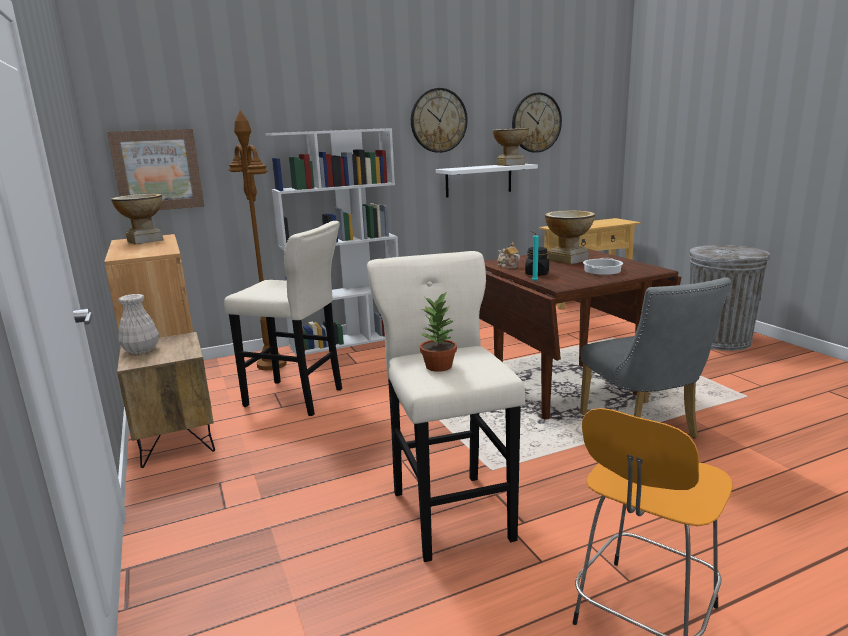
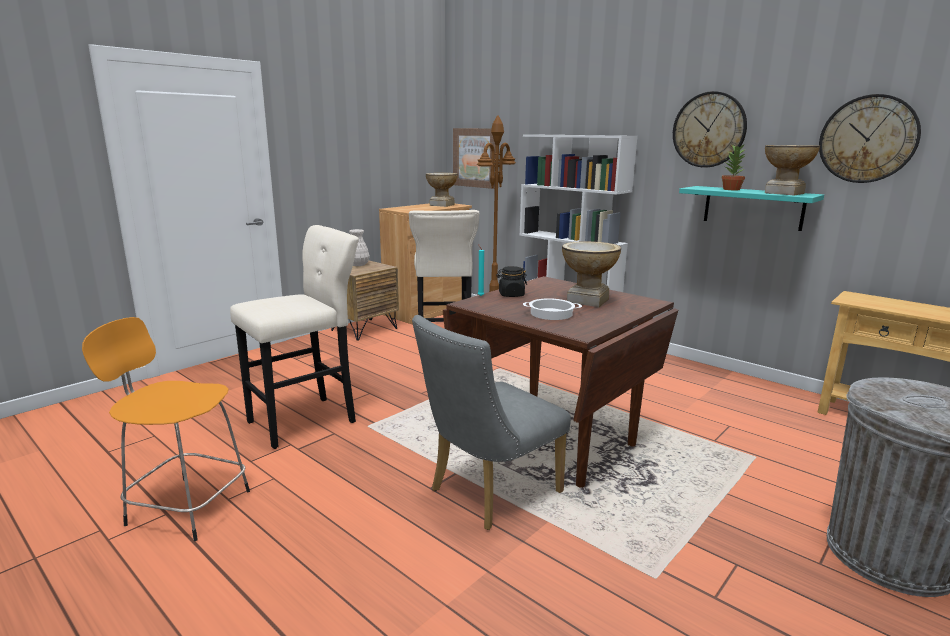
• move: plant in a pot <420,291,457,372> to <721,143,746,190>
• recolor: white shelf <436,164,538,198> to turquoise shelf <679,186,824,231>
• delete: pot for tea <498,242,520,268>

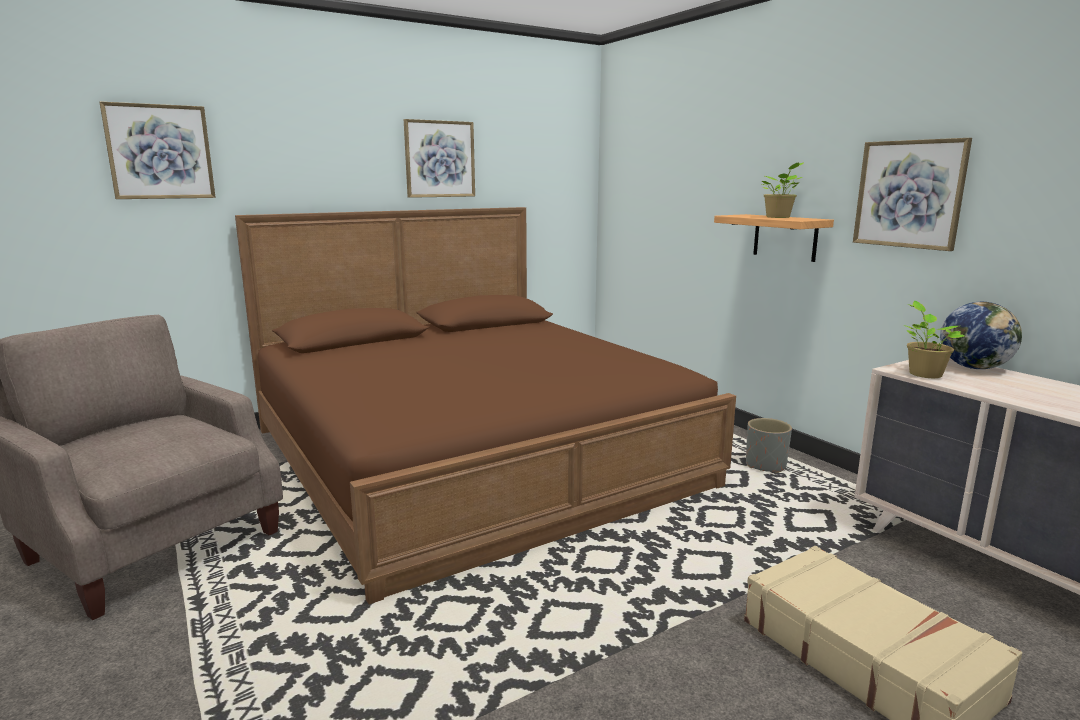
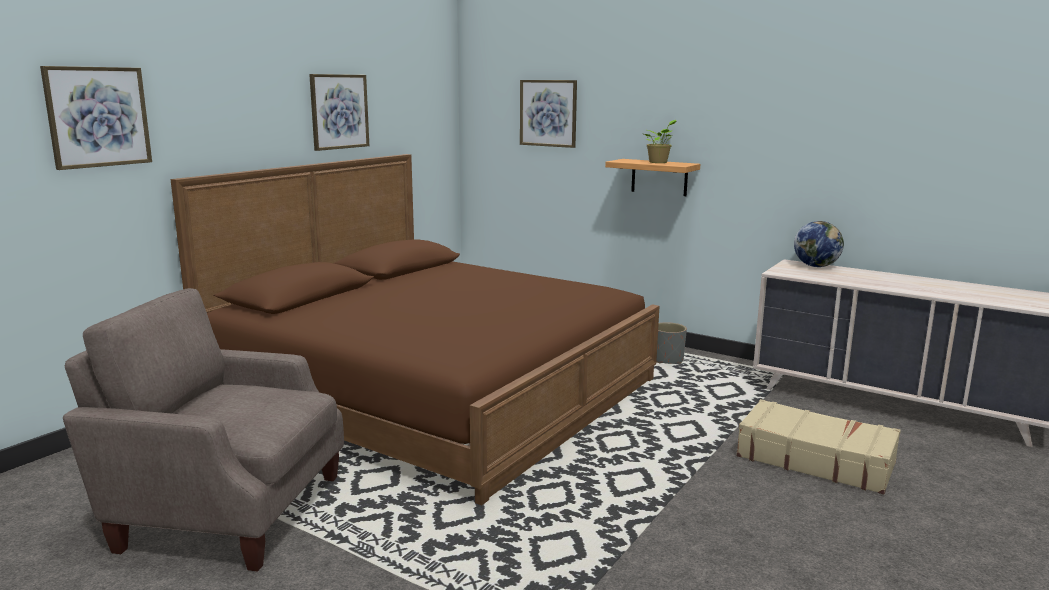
• move: wall picture <853,138,972,251> to <520,80,577,148>
• delete: plant in a pot <904,301,964,378>

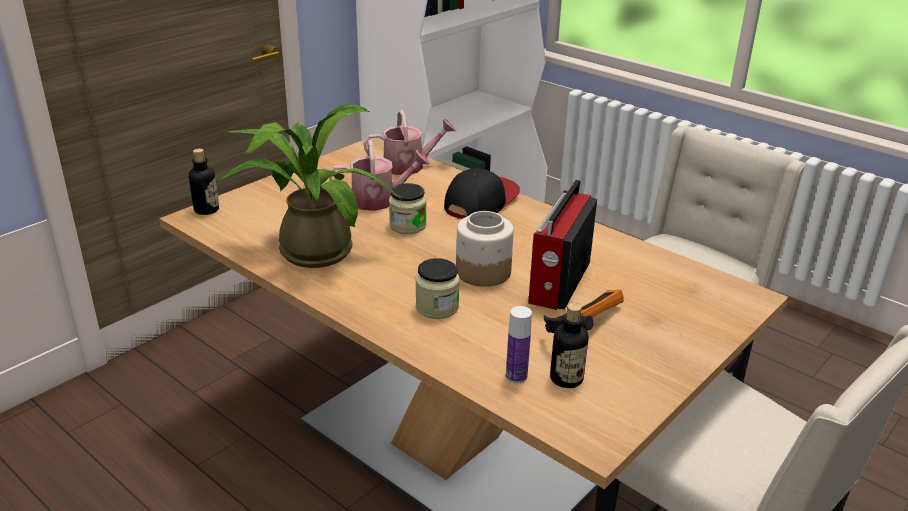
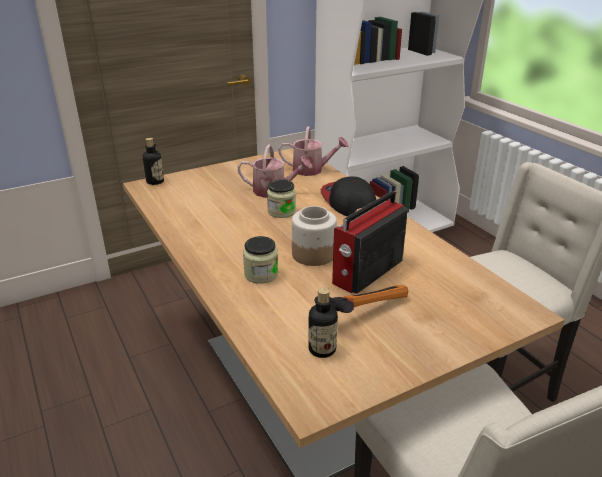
• delete: plant in a pot <217,104,400,268>
• rotate: baseball cap <444,168,520,219> = <321,176,377,217> 75 degrees counterclockwise
• delete: bottle <506,306,532,383>

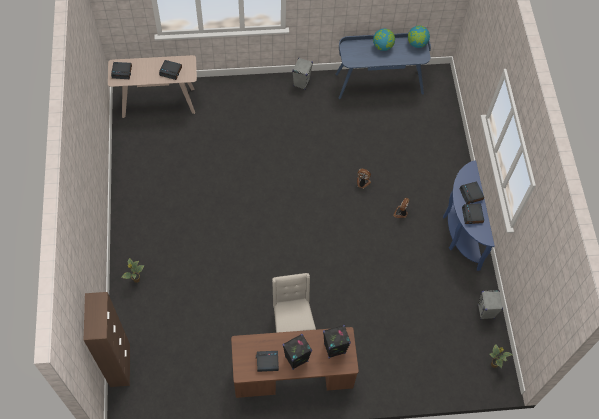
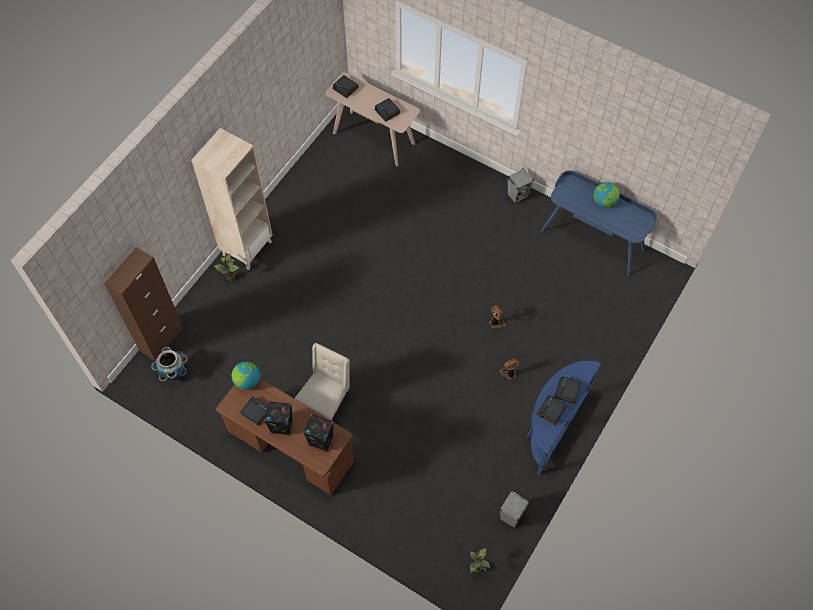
• move: desk globe <408,26,430,48> to <232,362,260,390>
• insert: planter <151,347,188,381>
• insert: beige-coloured shelving unit <191,128,273,270>

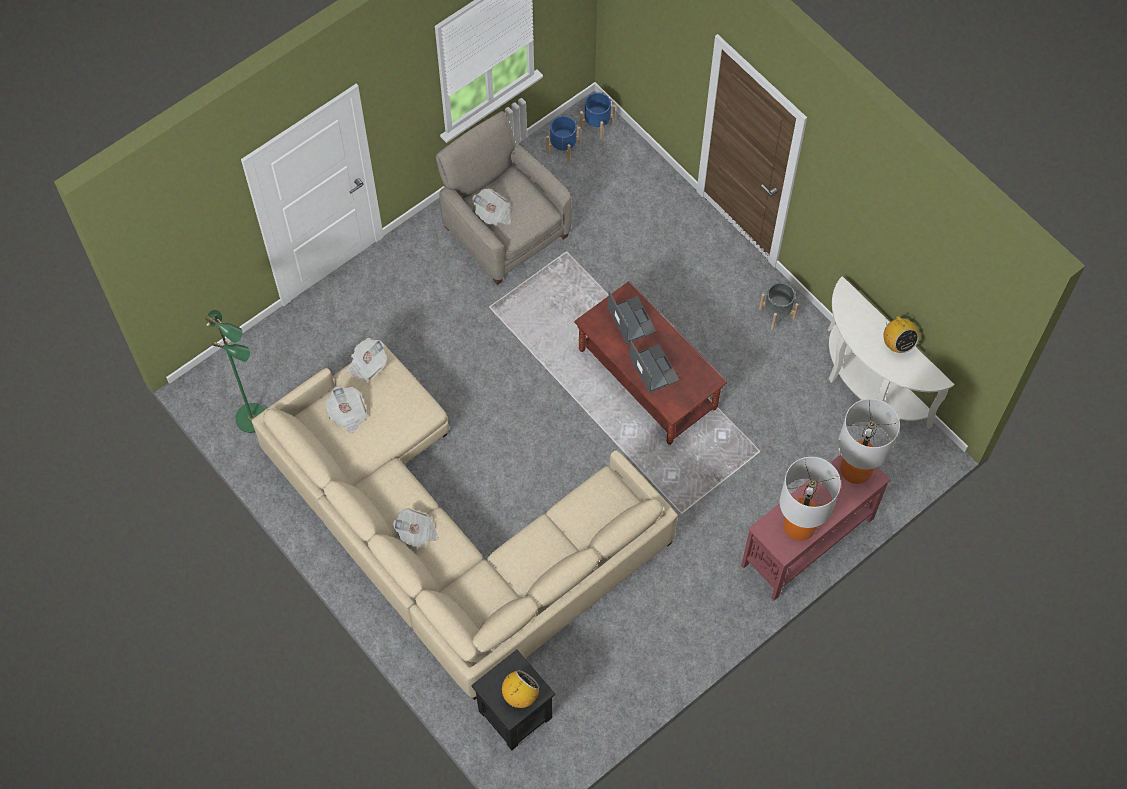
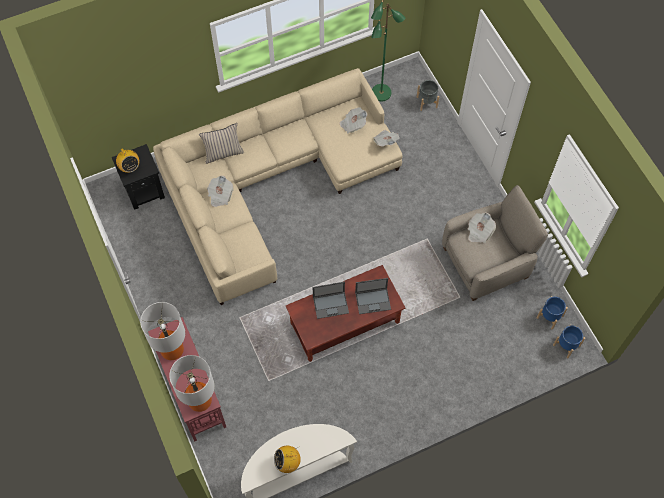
• move: printed paper <393,508,439,548> to <207,176,234,207>
• move: grey planter <759,283,799,330> to <417,80,439,111>
• insert: beige-coloured pillow <199,123,244,164>

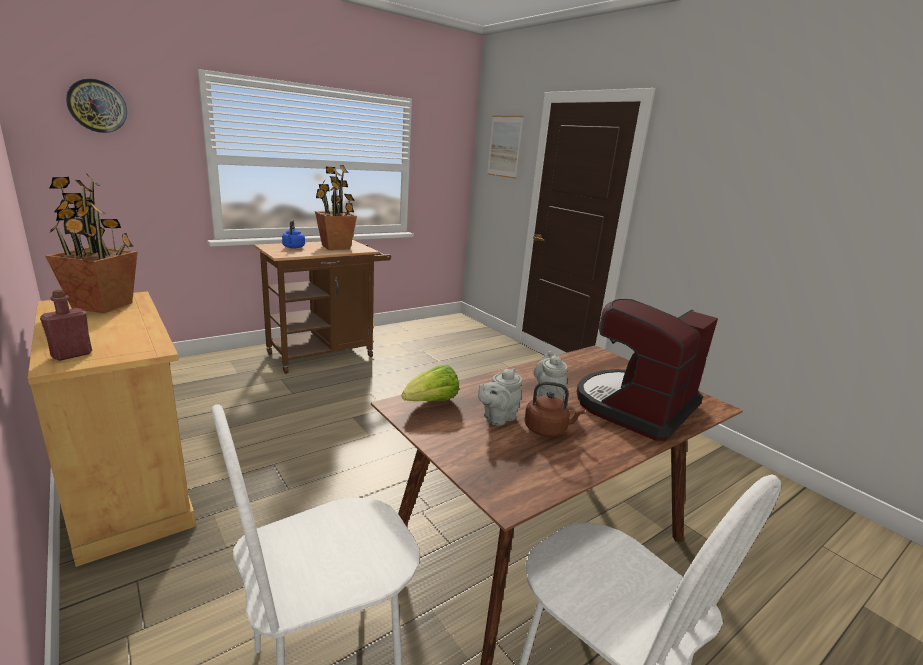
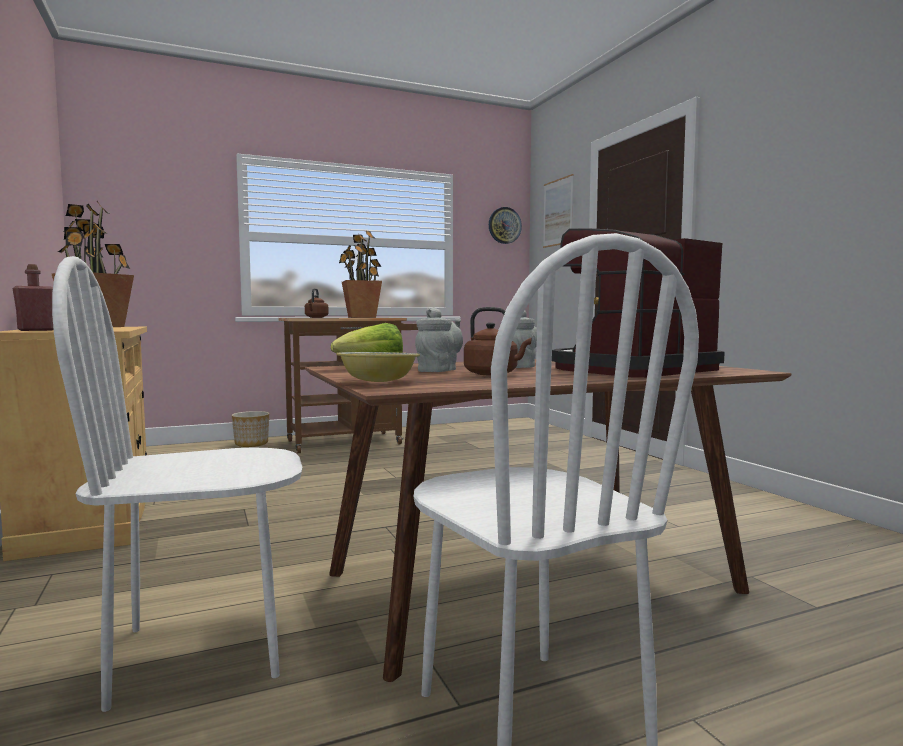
• move: clock on the wall <66,79,127,133> to <489,207,522,244>
• recolor: blue kettle <282,220,305,249> to brown-coloured kettle <305,288,329,318>
• rotate: grey pot for tea <478,368,523,426> = <415,307,463,372> 150 degrees clockwise
• insert: planter <232,411,269,447>
• insert: bowl <336,352,420,382>

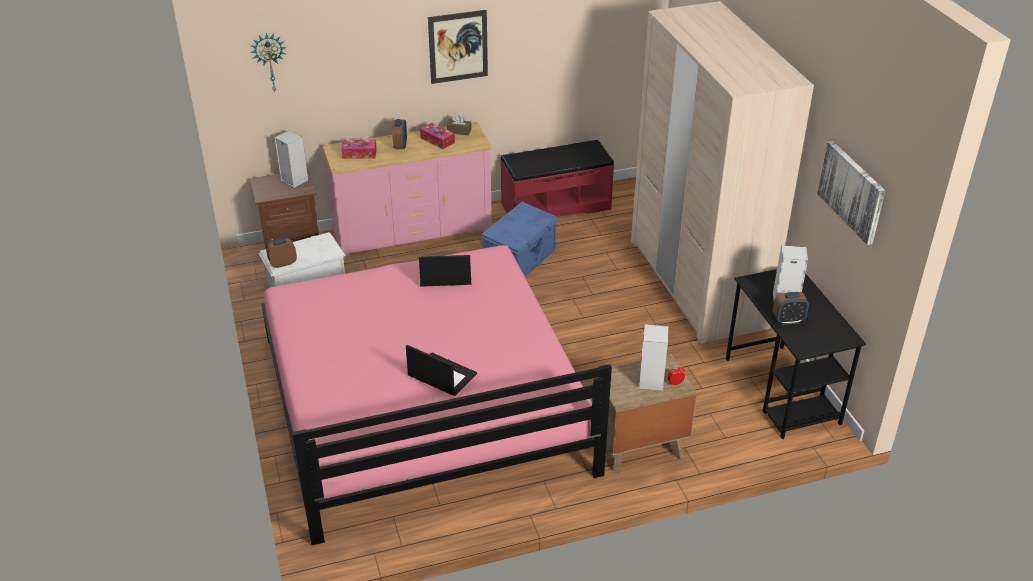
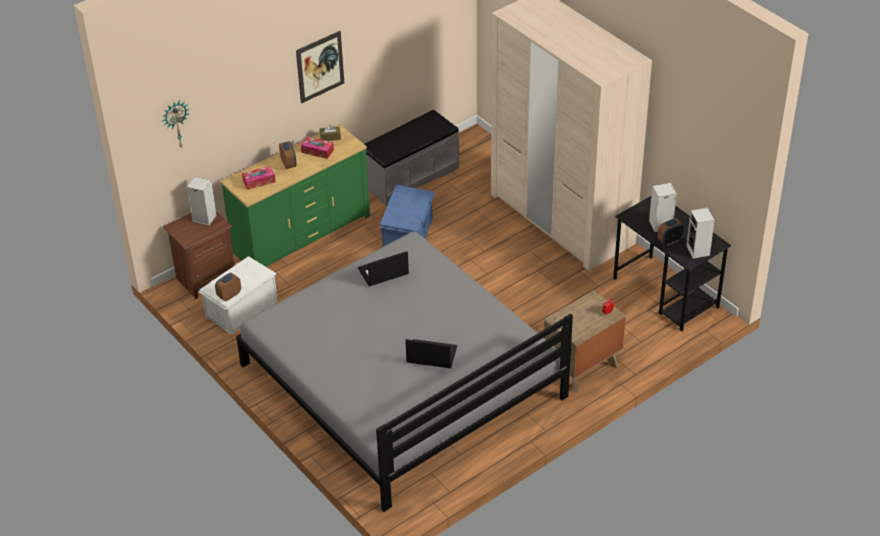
• recolor: pink-coloured sleeping bed <261,245,612,545> to grey sleeping bed <236,231,573,512>
• recolor: pink-coloured drawer chest <322,122,492,259> to green-coloured drawer chest <220,124,370,267>
• recolor: red long seat <500,140,614,217> to grey long seat <365,110,459,206>
• move: loudspeaker <639,324,669,391> to <686,208,715,259>
• delete: wall picture <817,141,885,245>

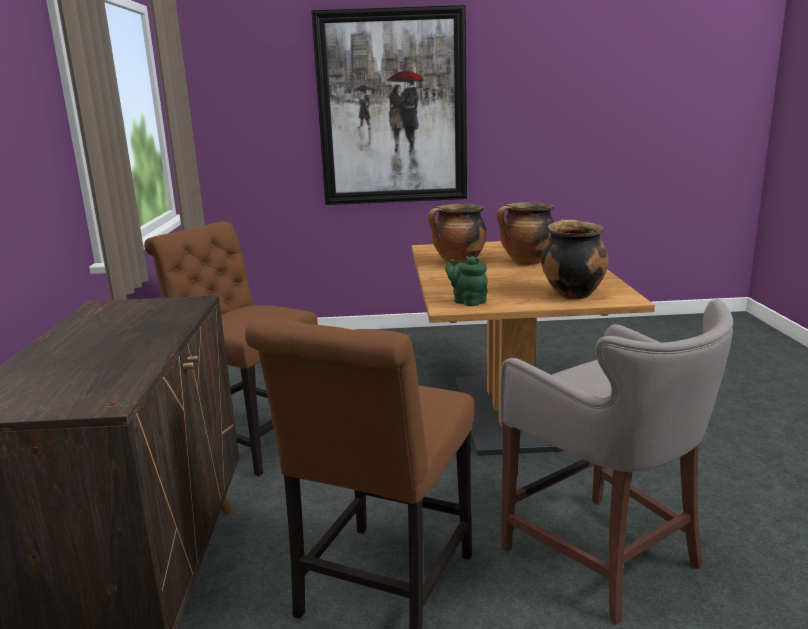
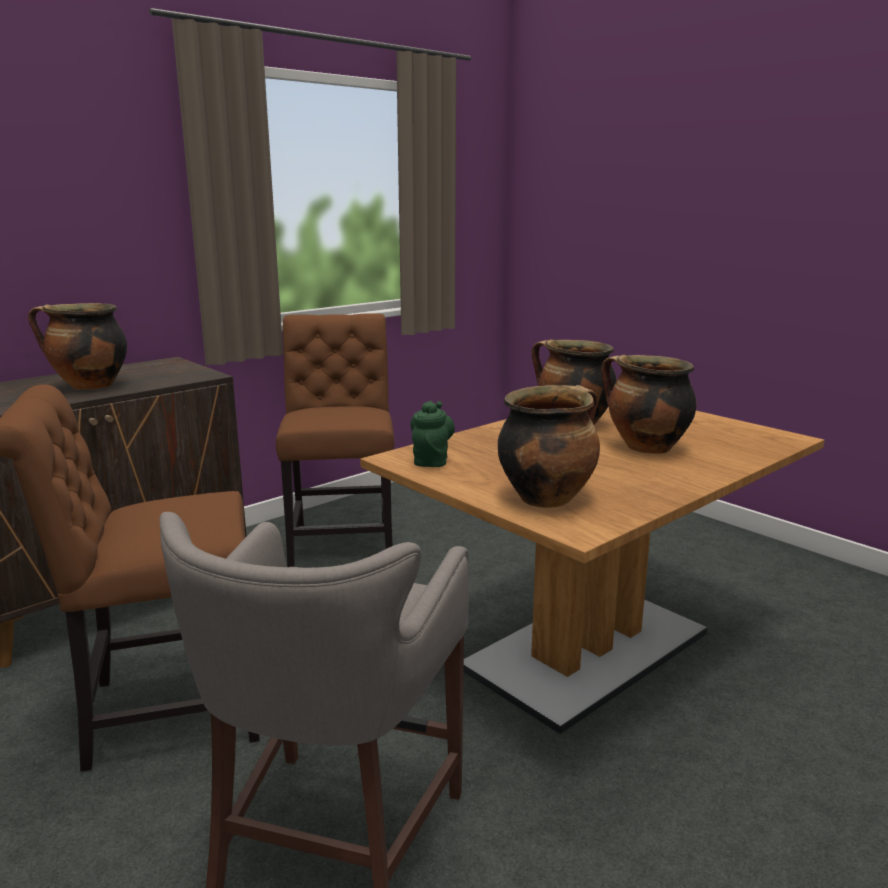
• delete: wall picture <311,5,467,205>
• insert: saucepot <28,303,127,390>

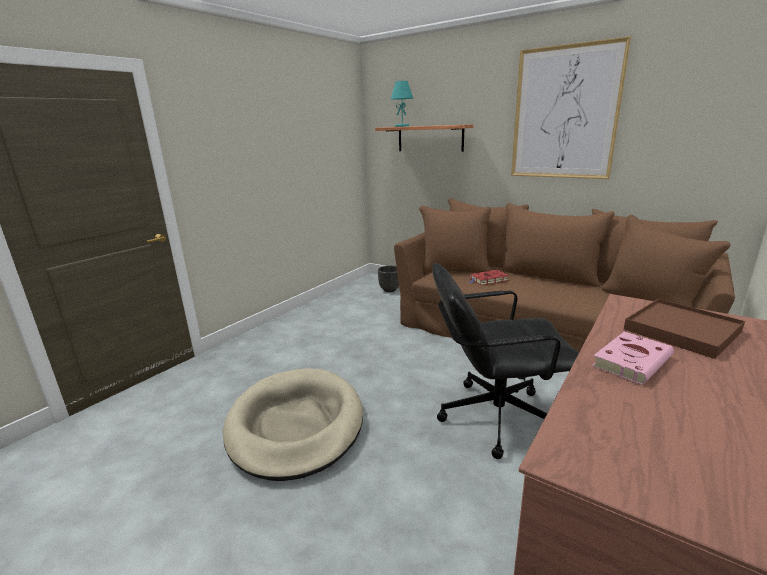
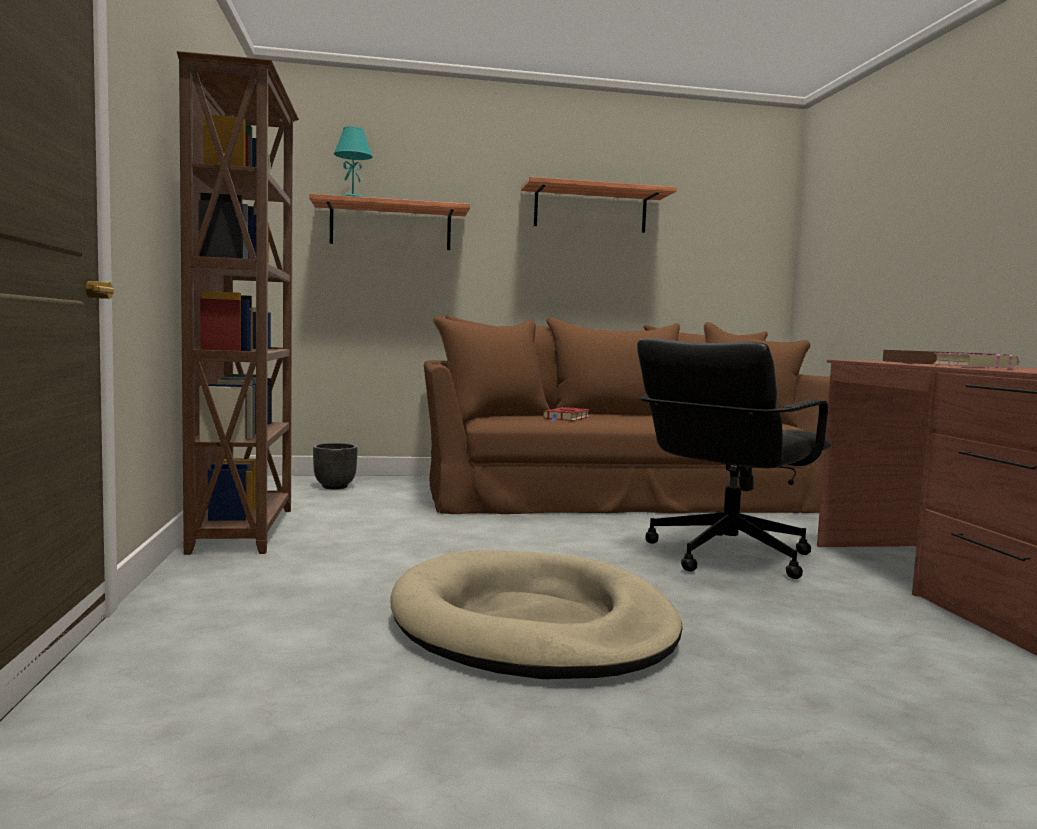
• replace: wall picture <511,36,631,179> to shelf <521,177,677,233>
• insert: brown-coloured shelving unit <177,51,299,555>

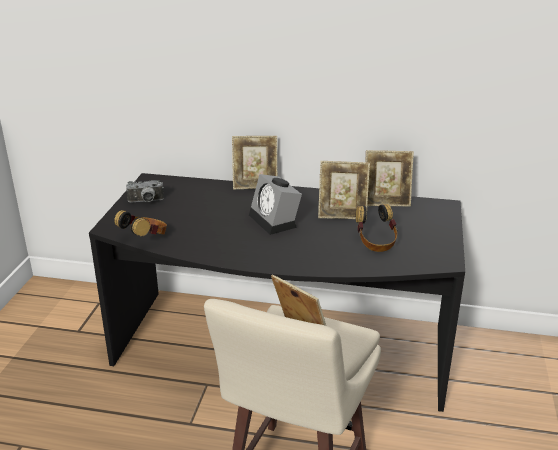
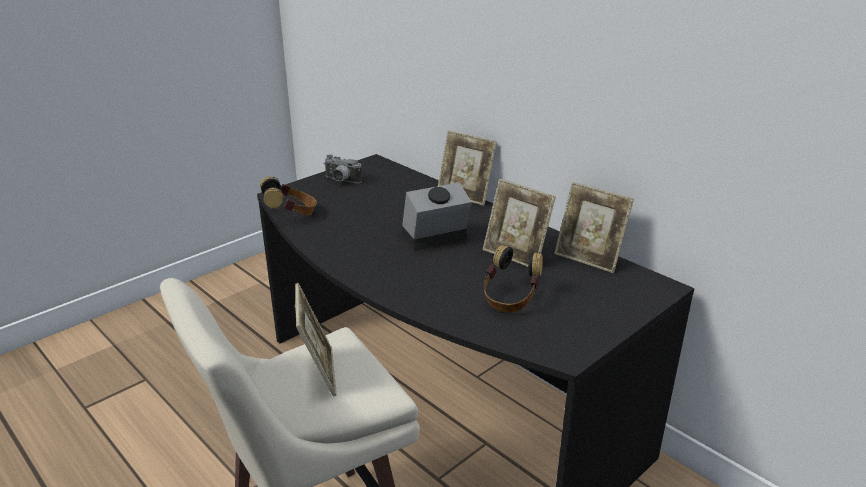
• rotate: alarm clock <249,174,302,235> = <401,182,472,250> 60 degrees clockwise

